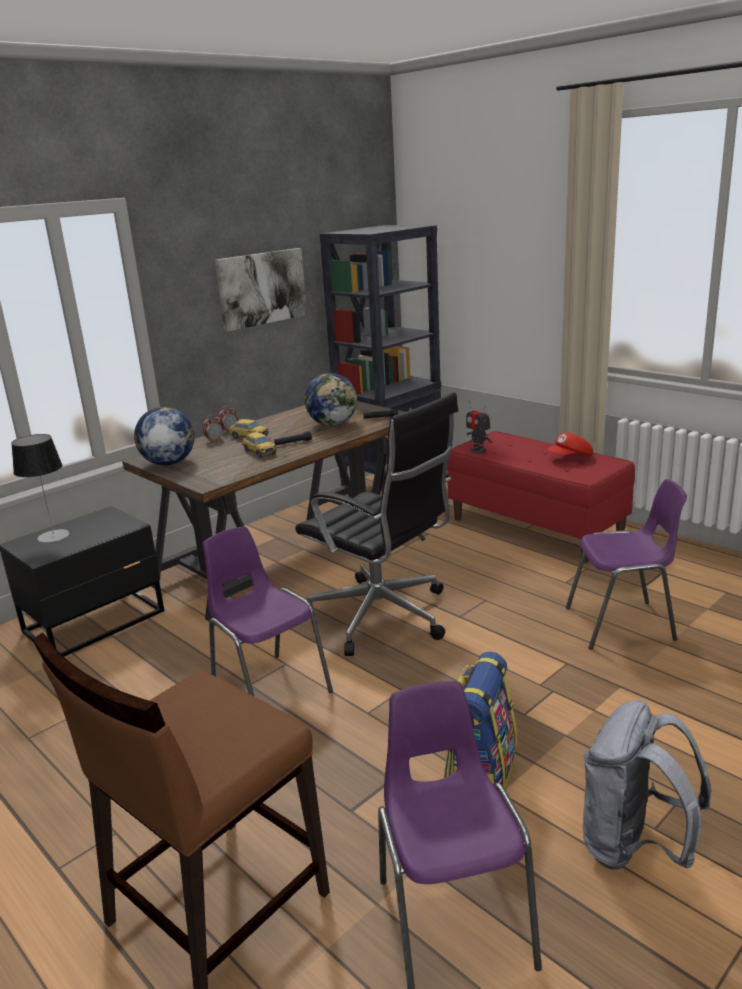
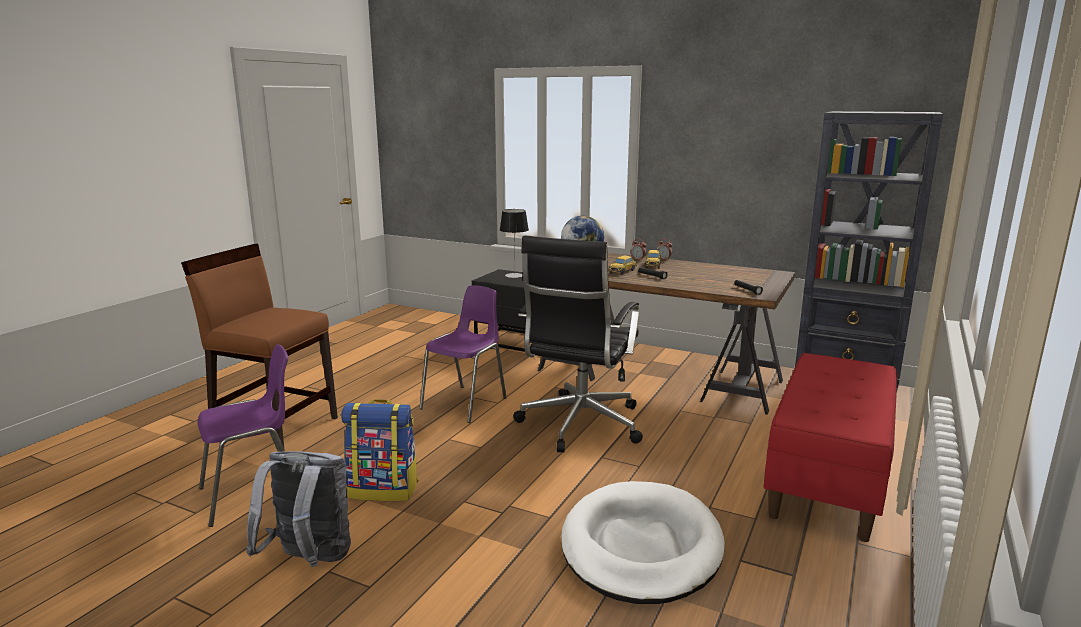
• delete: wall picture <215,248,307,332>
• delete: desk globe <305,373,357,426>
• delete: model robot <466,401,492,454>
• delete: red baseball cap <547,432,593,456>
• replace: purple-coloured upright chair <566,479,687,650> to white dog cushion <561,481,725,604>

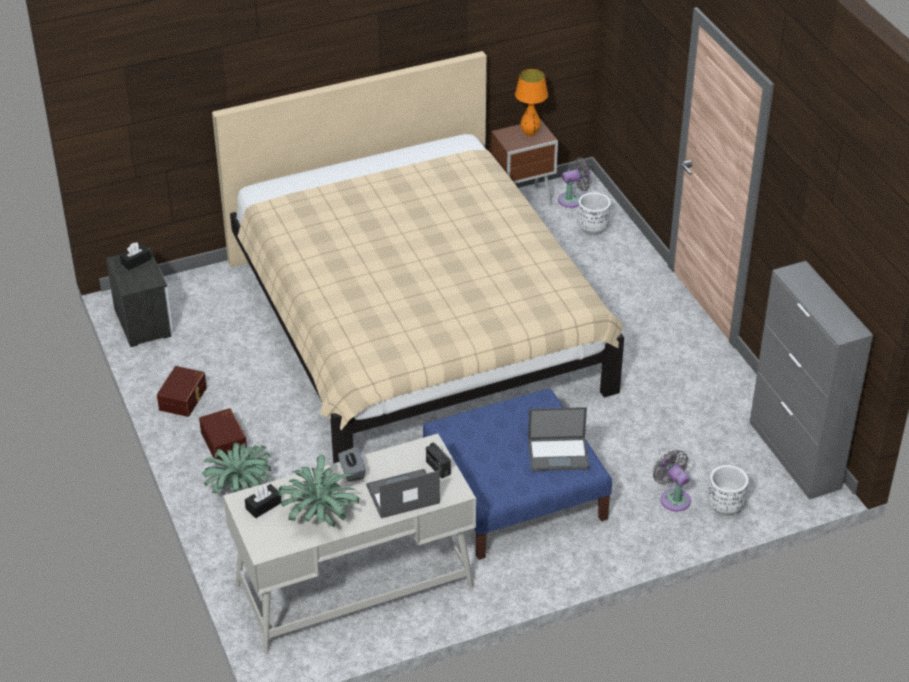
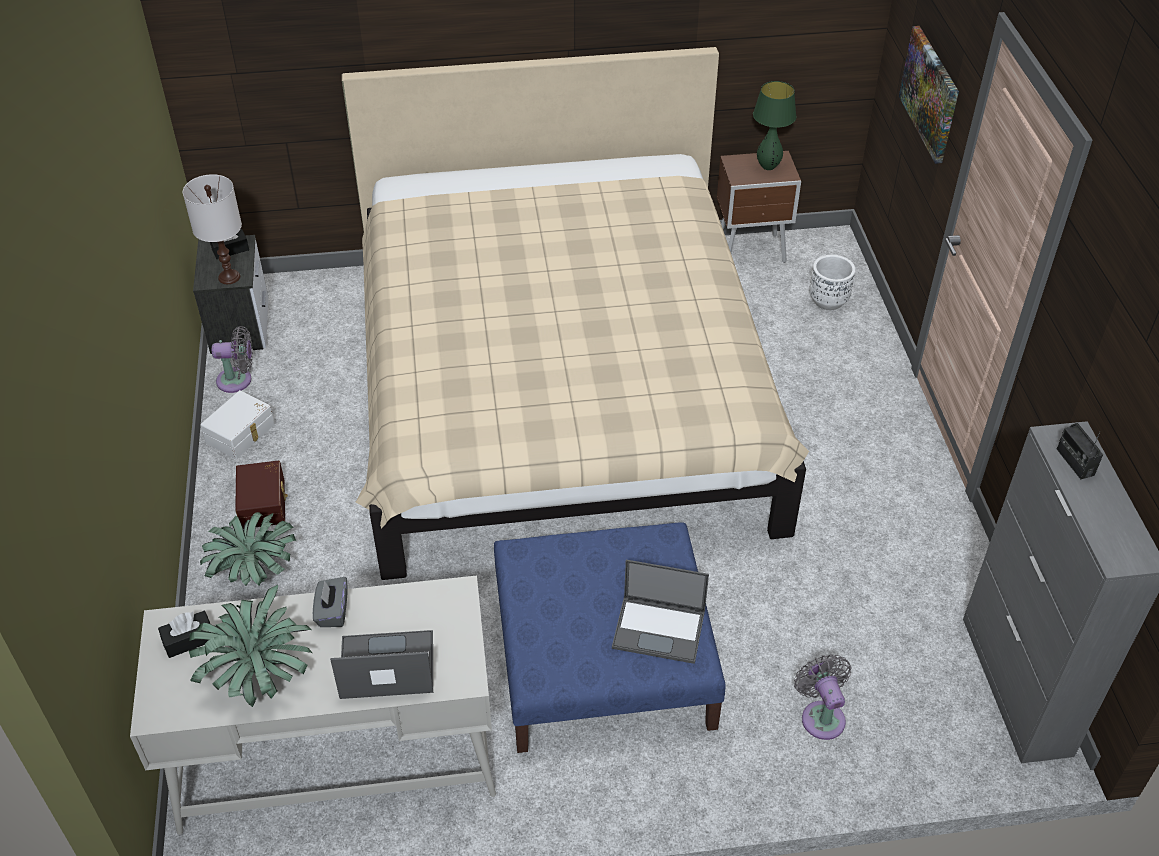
• recolor: brown-coloured storage bin <157,366,207,417> to white storage bin <200,390,275,459>
• move: radio <426,442,451,479> to <1057,423,1103,479>
• recolor: orange table lamp <515,69,548,136> to green-coloured table lamp <753,81,796,170>
• move: grey fan <558,158,592,208> to <212,326,253,393>
• delete: white planter <707,465,749,516>
• insert: white table lamp <183,174,242,284>
• insert: wall picture <899,26,959,164>

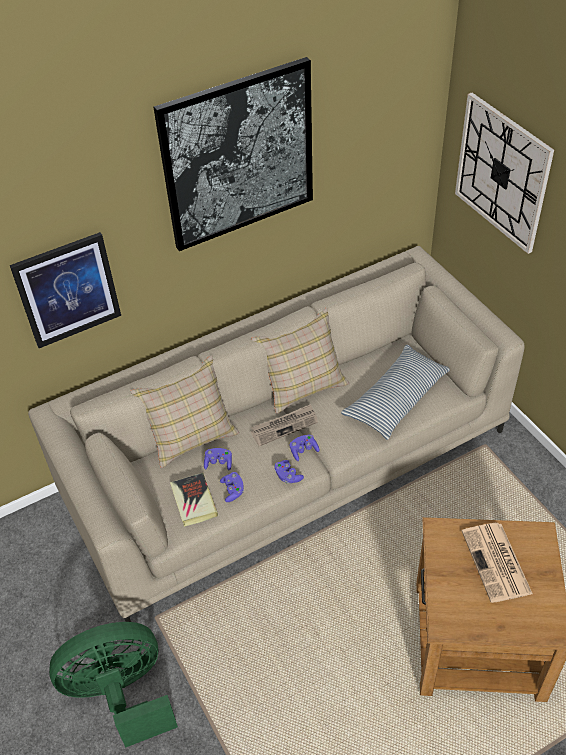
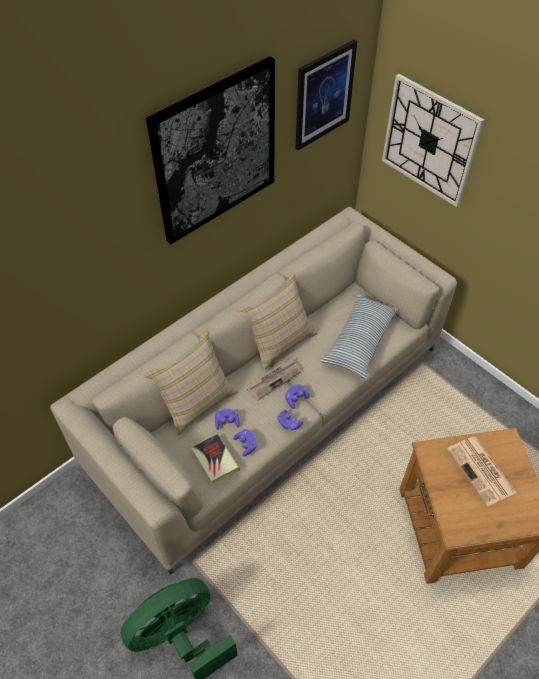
• move: wall picture <10,232,121,348> to <296,39,357,150>

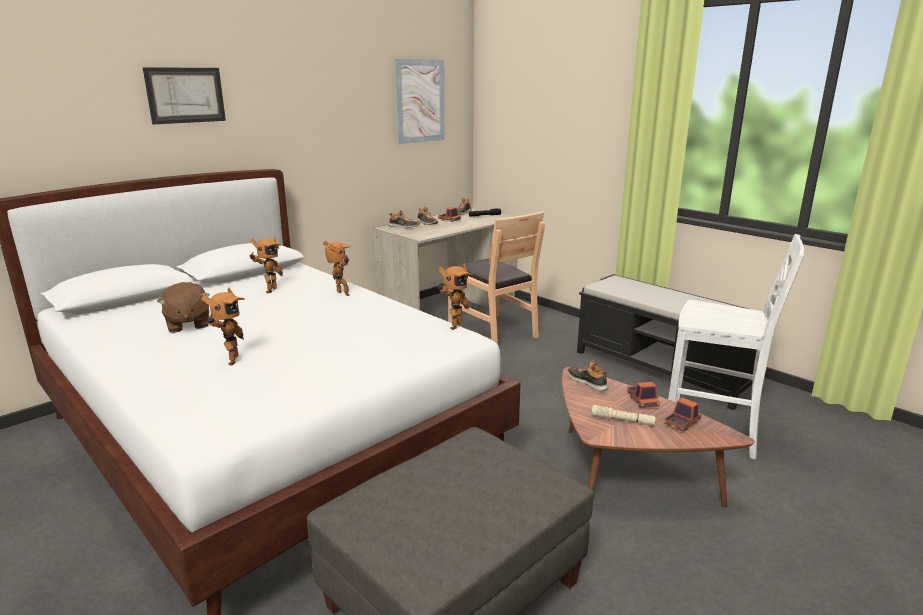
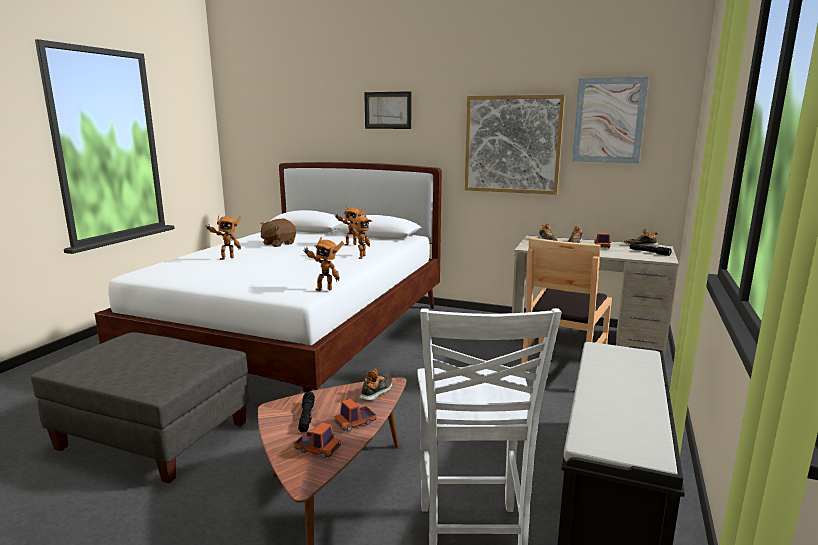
• recolor: beige-coloured torch <592,405,656,426> to black-coloured torch <298,392,315,433>
• insert: wall picture <465,94,565,195>

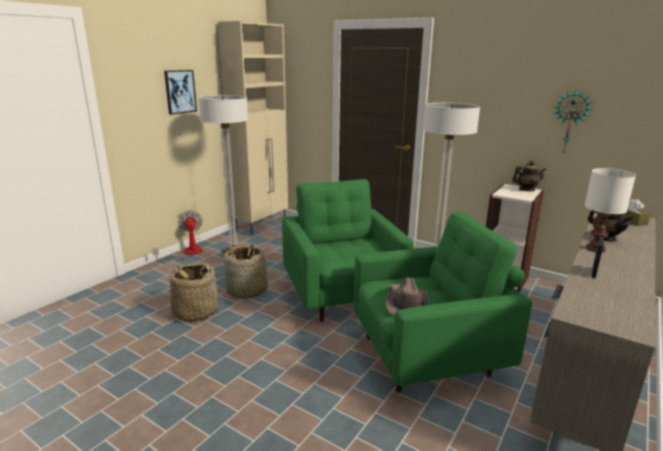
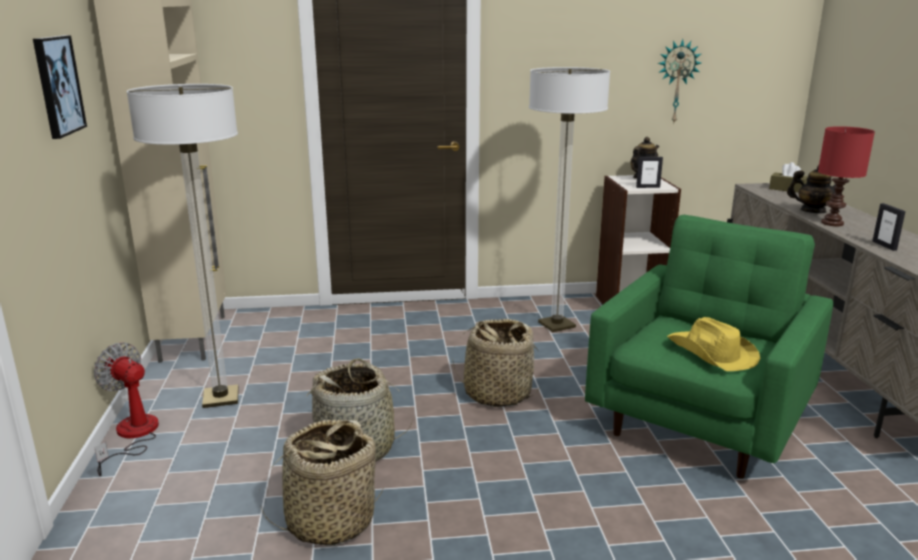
• replace: green-coloured armchair <282,179,414,322> to basket <452,319,541,407>
• recolor: brown-coloured wearable hat <386,277,429,315> to yellow wearable hat <667,317,760,371>
• recolor: white table lamp <585,168,636,252> to red table lamp <818,126,875,226>
• insert: picture frame <636,157,663,188>

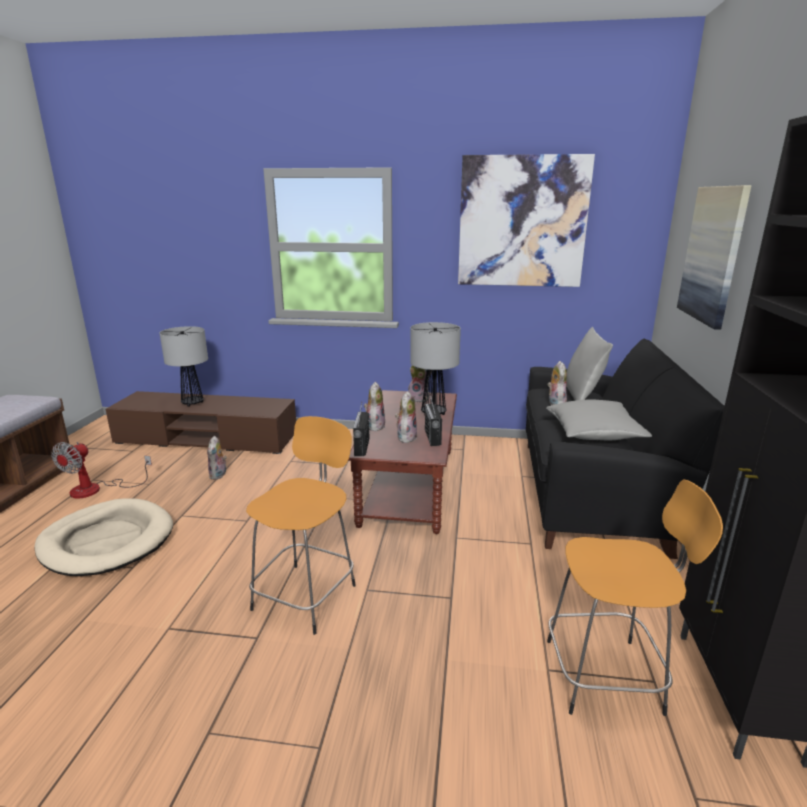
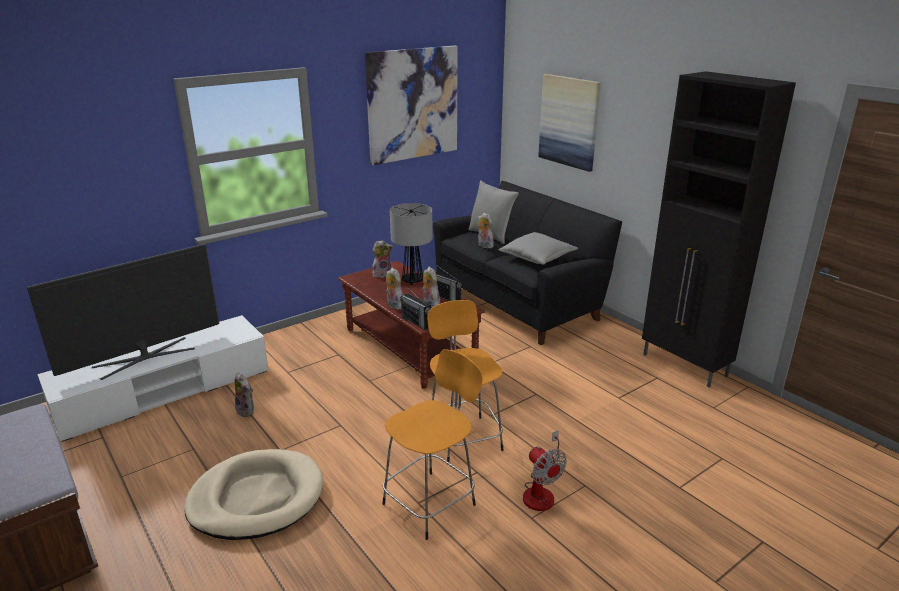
• move: fan <51,442,152,499> to <523,430,567,511>
• recolor: brown-coloured tv stand <106,391,296,454> to white tv stand <37,315,268,442>
• replace: table lamp <160,326,208,407> to TV <27,244,219,380>
• move: orange sitting stool <547,479,723,716> to <382,349,483,540>

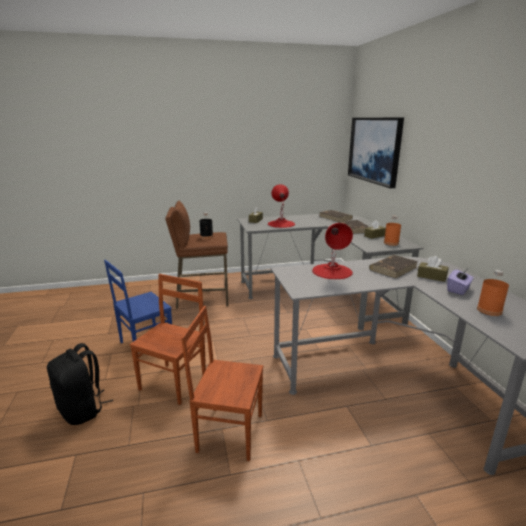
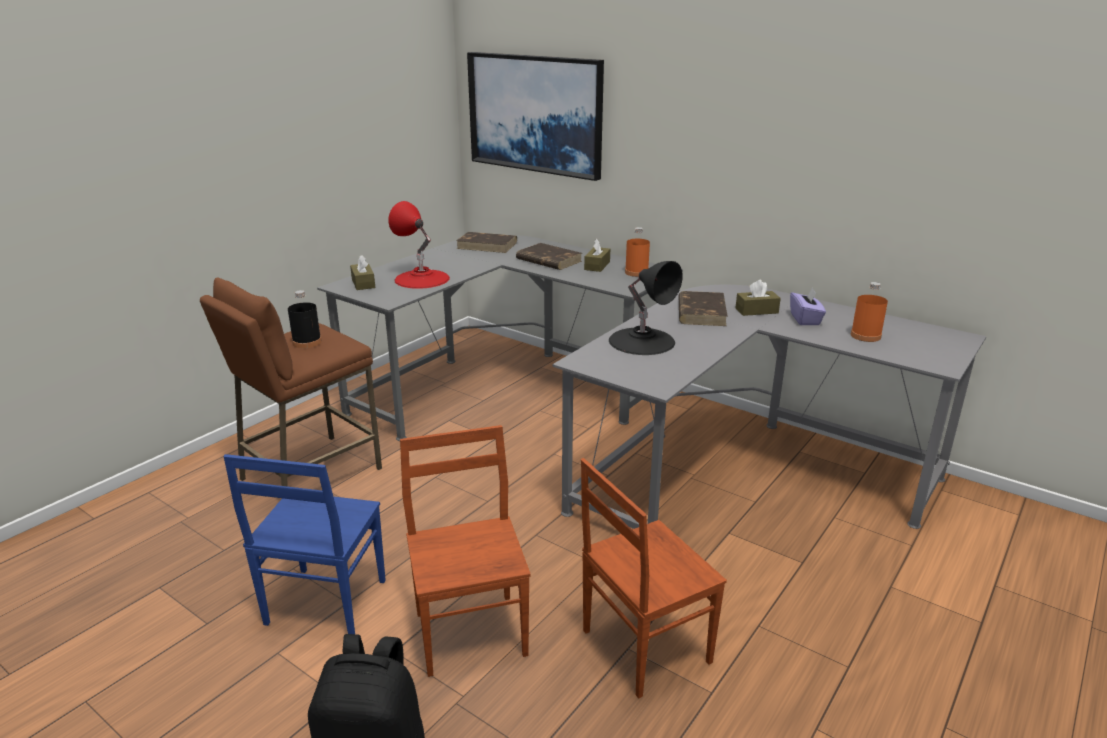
• recolor: red table lamp <312,223,353,279> to black-coloured table lamp <609,261,683,355>

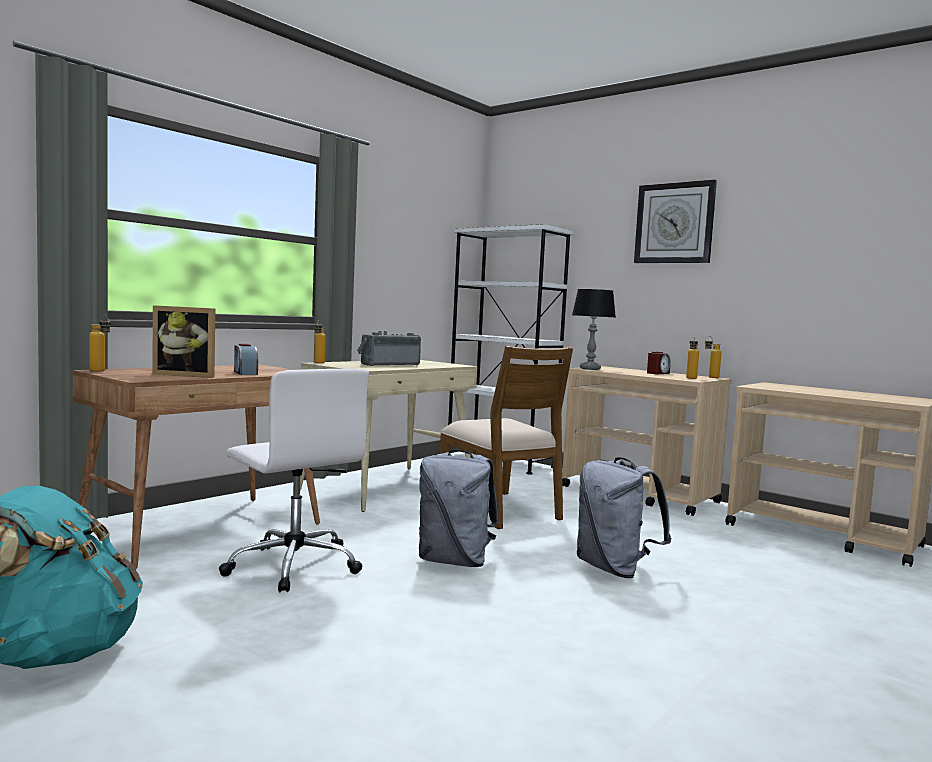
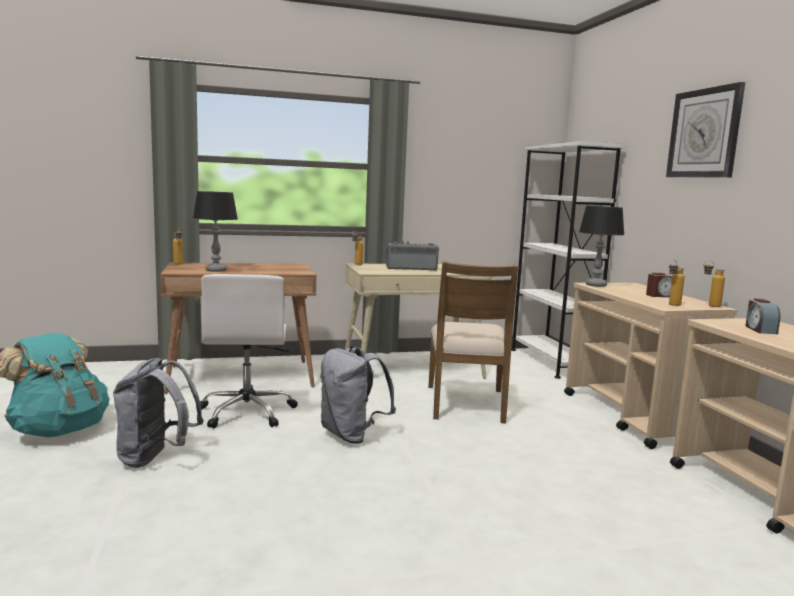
• replace: picture frame <152,305,215,378> to table lamp <193,191,238,272>
• move: alarm clock <234,344,258,375> to <745,299,780,334>
• move: grey backpack <577,457,671,578> to <113,358,204,468>

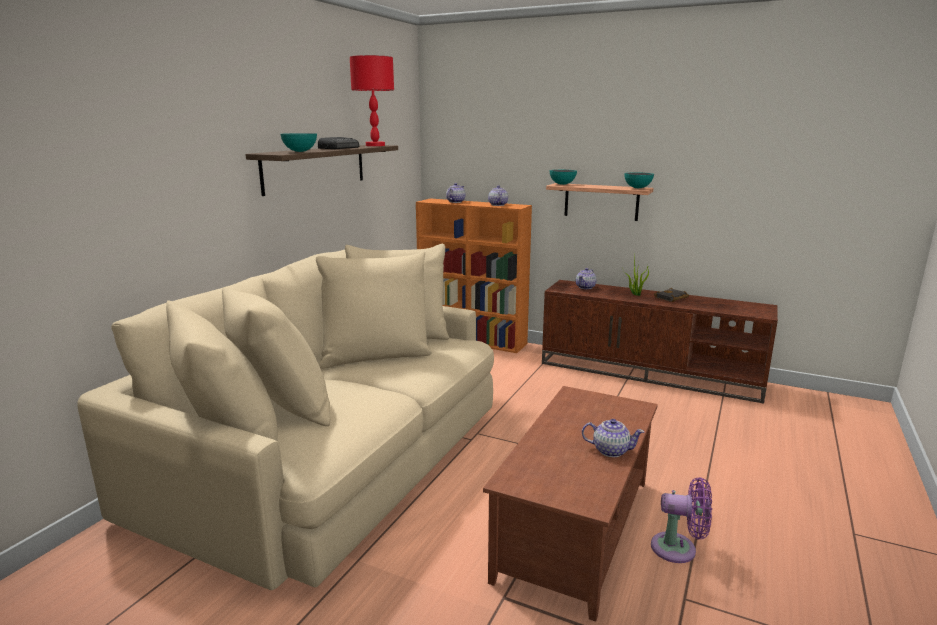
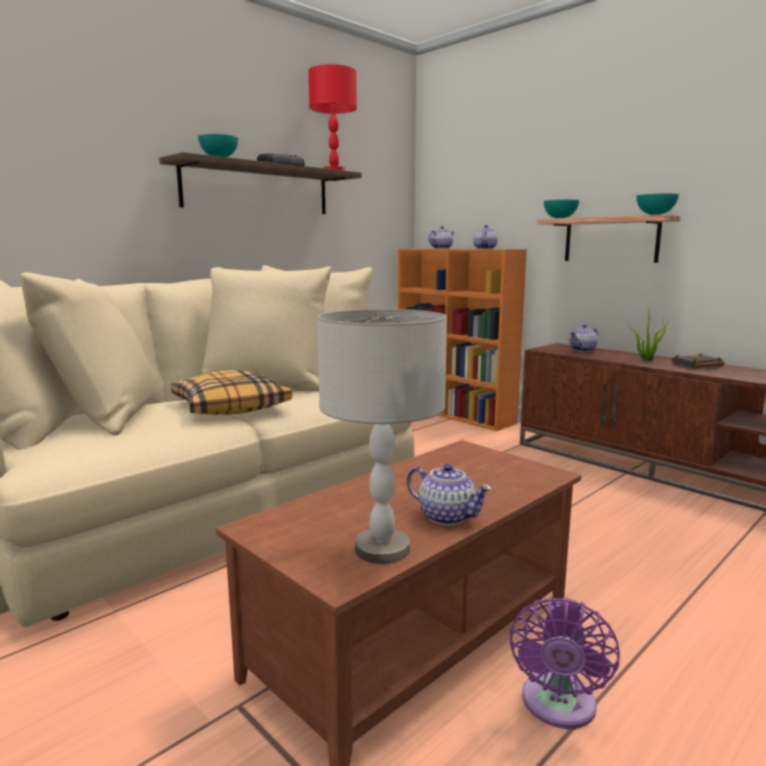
• rotate: purple-coloured fan <651,477,712,563> = <509,597,620,729> 75 degrees clockwise
• insert: pillow <171,370,292,415>
• insert: grey table lamp <317,309,447,564>

